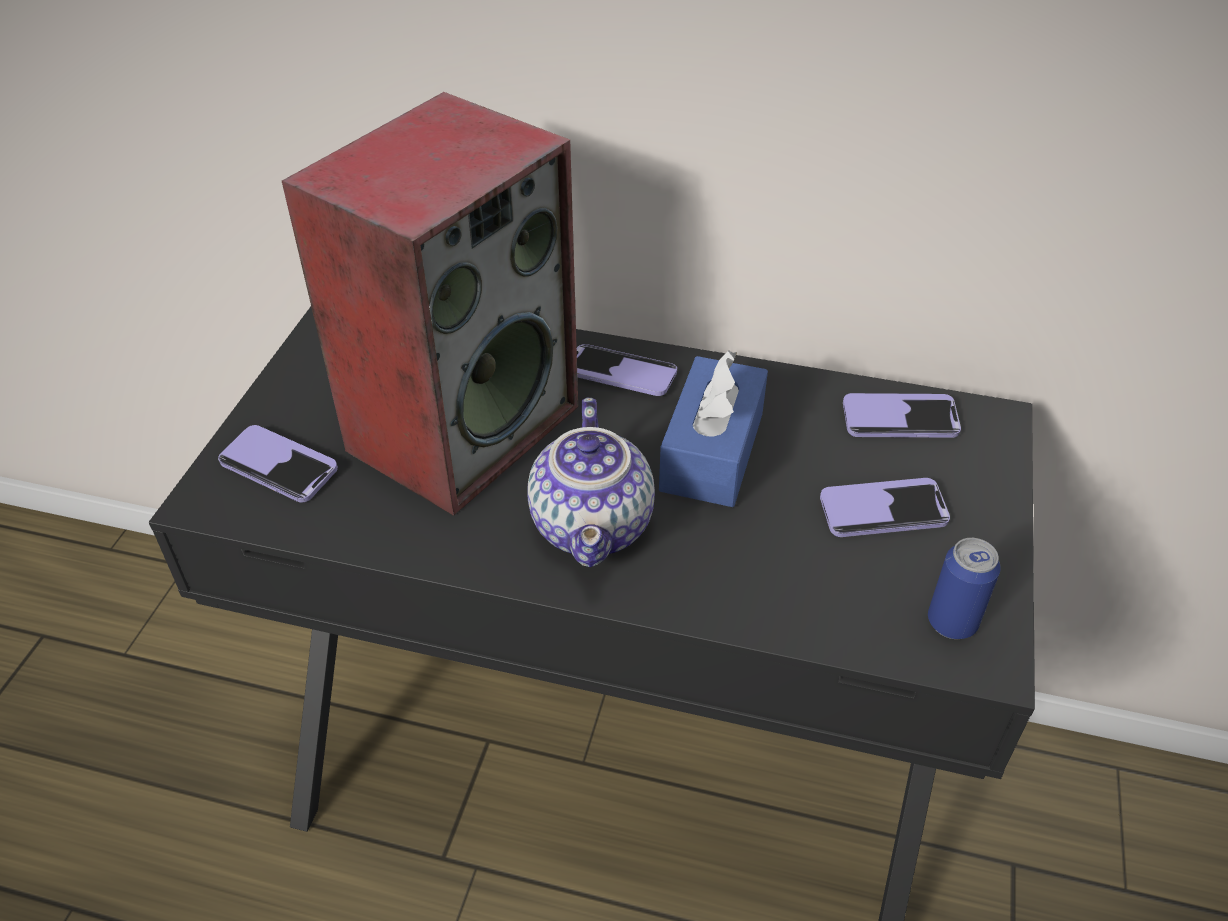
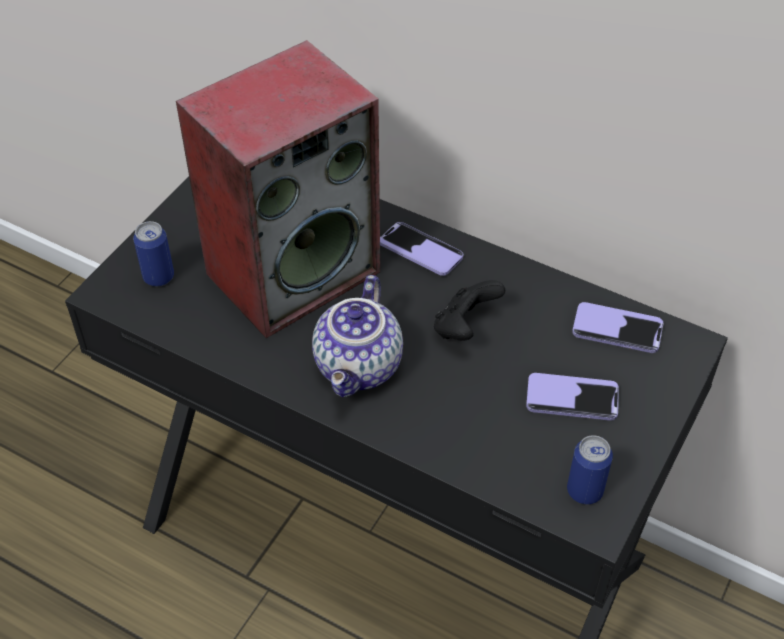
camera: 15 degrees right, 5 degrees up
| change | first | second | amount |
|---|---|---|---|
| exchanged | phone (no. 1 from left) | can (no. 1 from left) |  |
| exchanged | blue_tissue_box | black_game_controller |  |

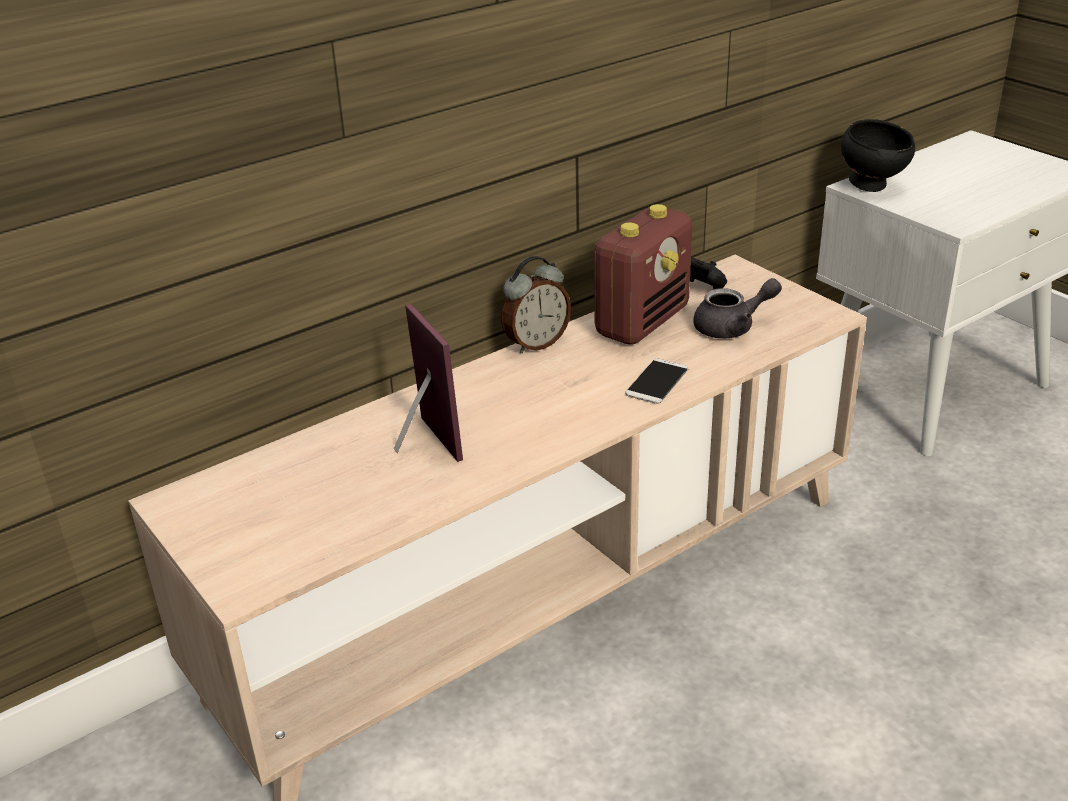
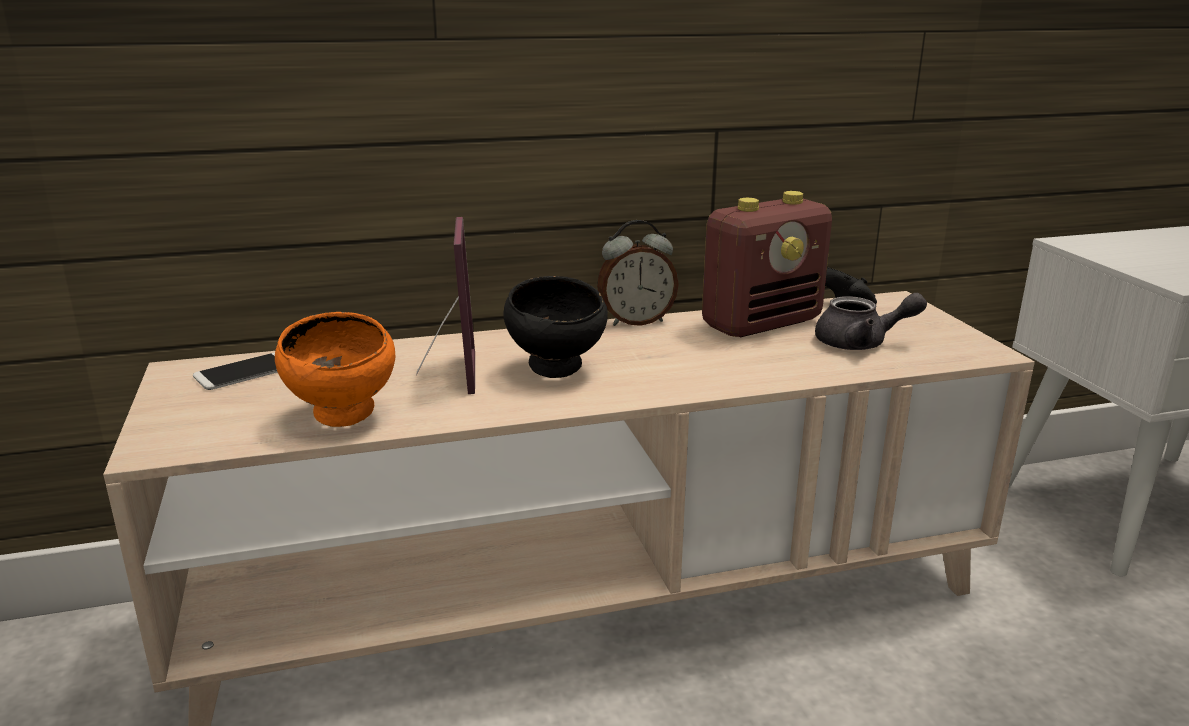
camera: 20 degrees right, 10 degrees down
| change | first | second | amount |
|---|---|---|---|
| relocated | phone |  |  |
| relocated | black_deep_dish |  |  |
| appeared |  | orange-coloured_deep_dish |  |

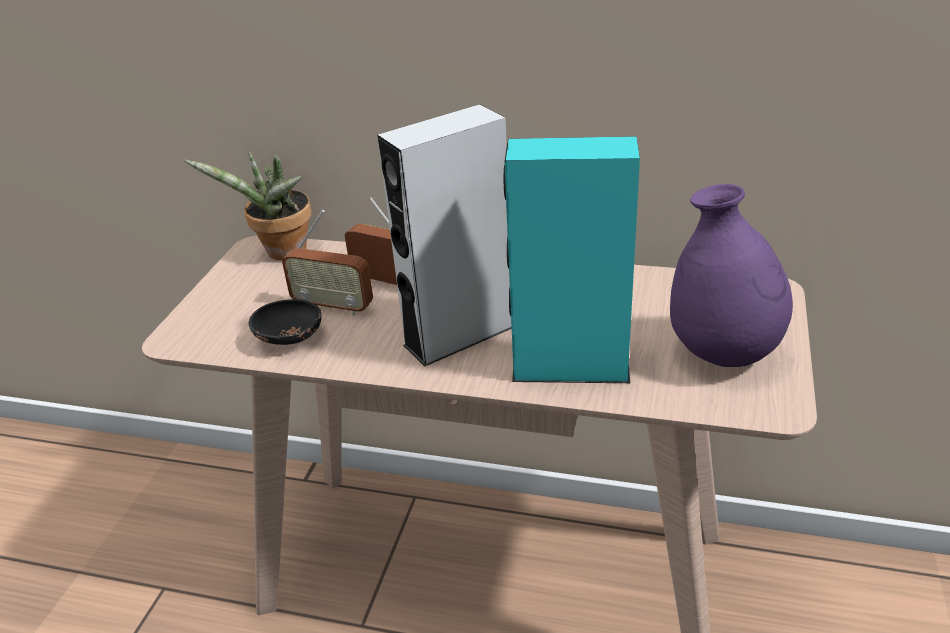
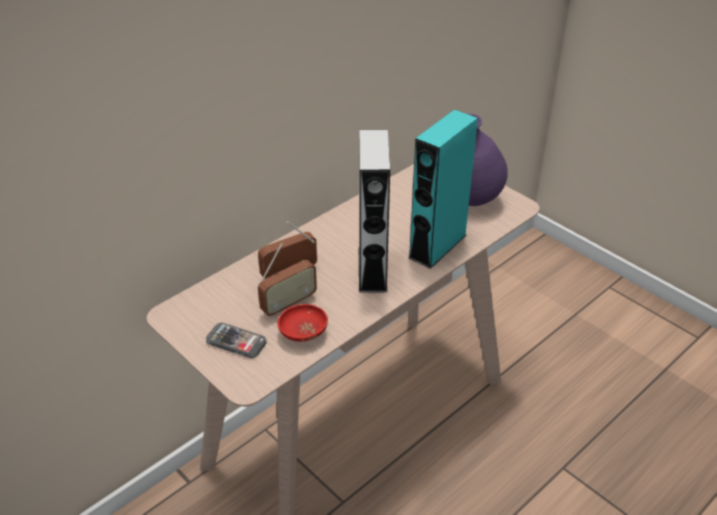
camera: 60 degrees left, 5 degrees up
| change | first | second | amount |
|---|---|---|---|
| missing | plant_in_a_pot |  |  |
| colour | black_deep_dish | red-coloured_deep_dish |  |
| appeared |  | phone |  |

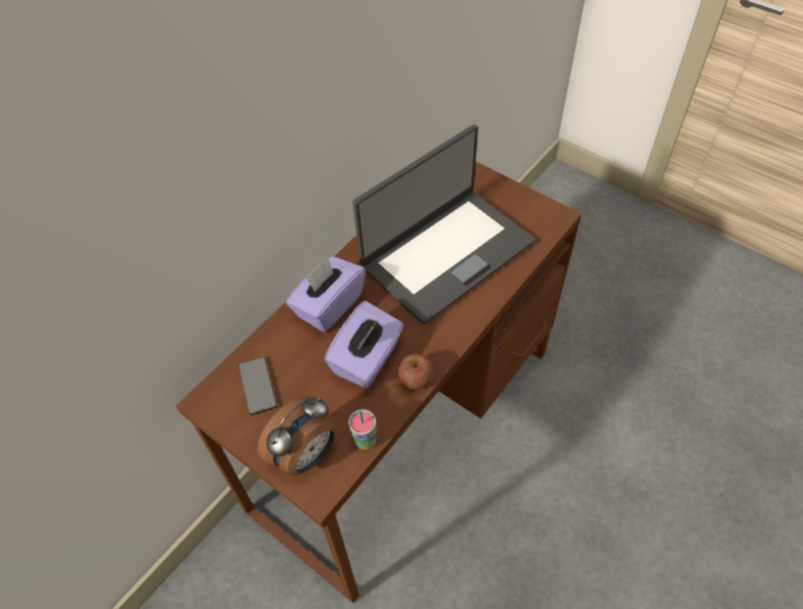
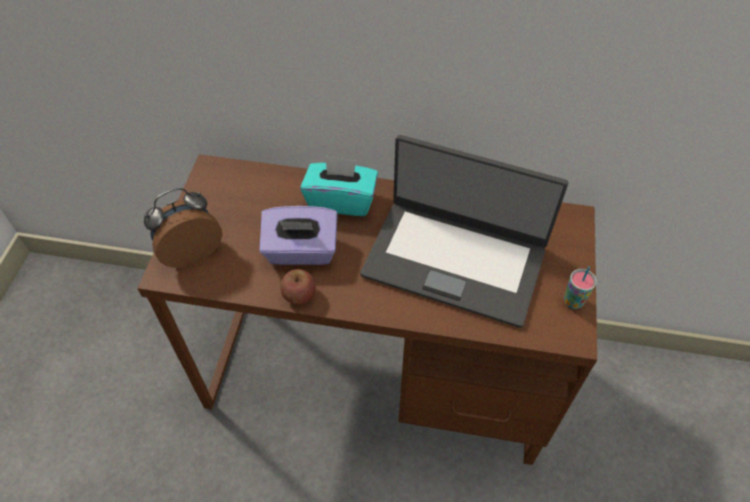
camera: 60 degrees right, 0 degrees up
| change | first | second | amount |
|---|---|---|---|
| missing | phone |  |  |
| spun | bedside_clock |  | 135 degrees clockwise |
| colour | purplish_tissue_box (no. 1 from left) | turquoise-coloured_tissue_box |  |
| relocated | small_cup |  |  |

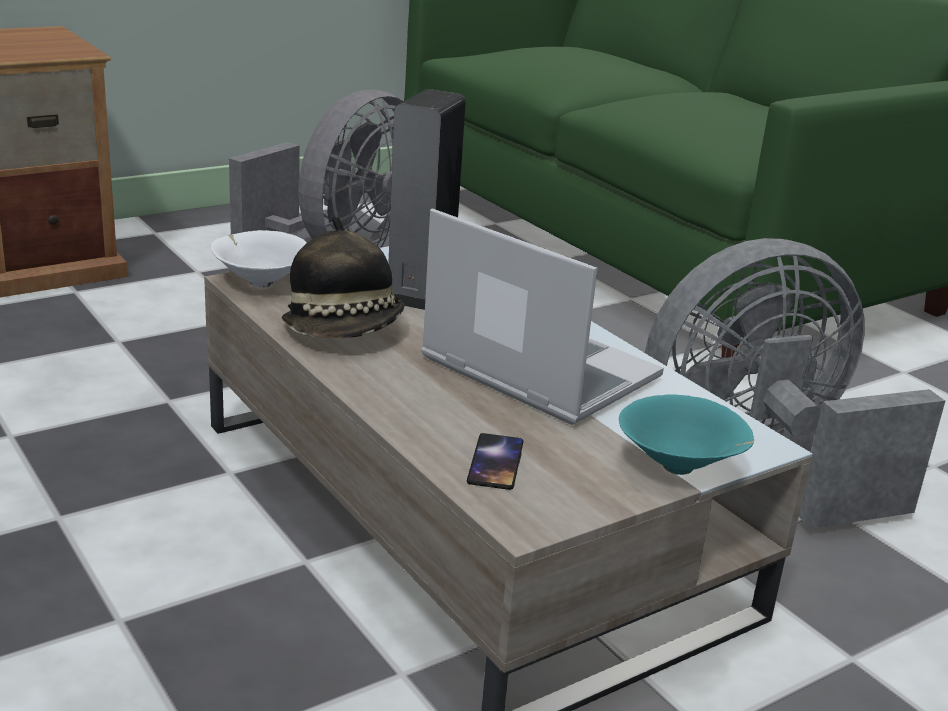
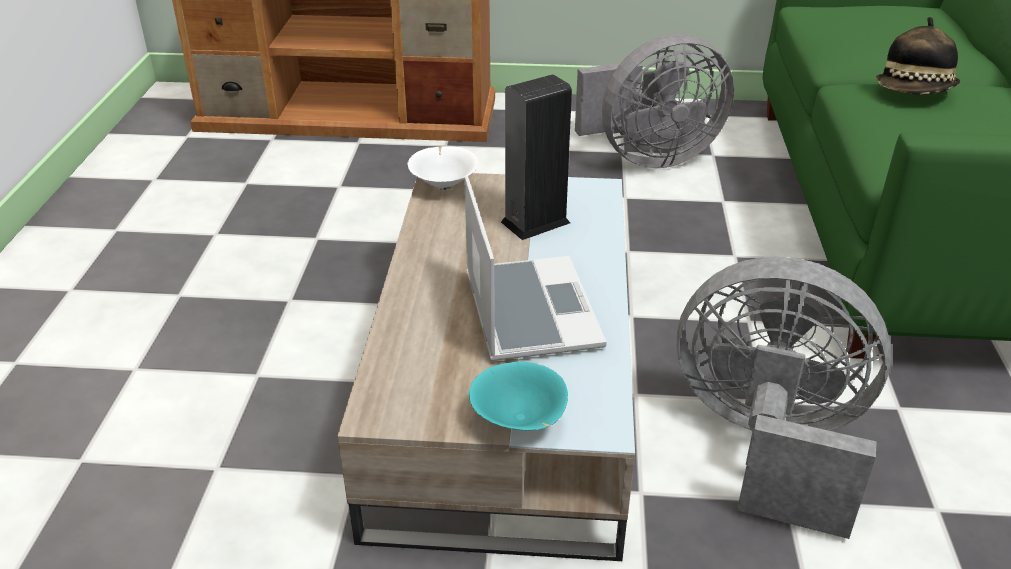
camera: 40 degrees right, 10 degrees up
| change | first | second | amount |
|---|---|---|---|
| relocated | wearable_hat |  |  |
| missing | phone |  |  |

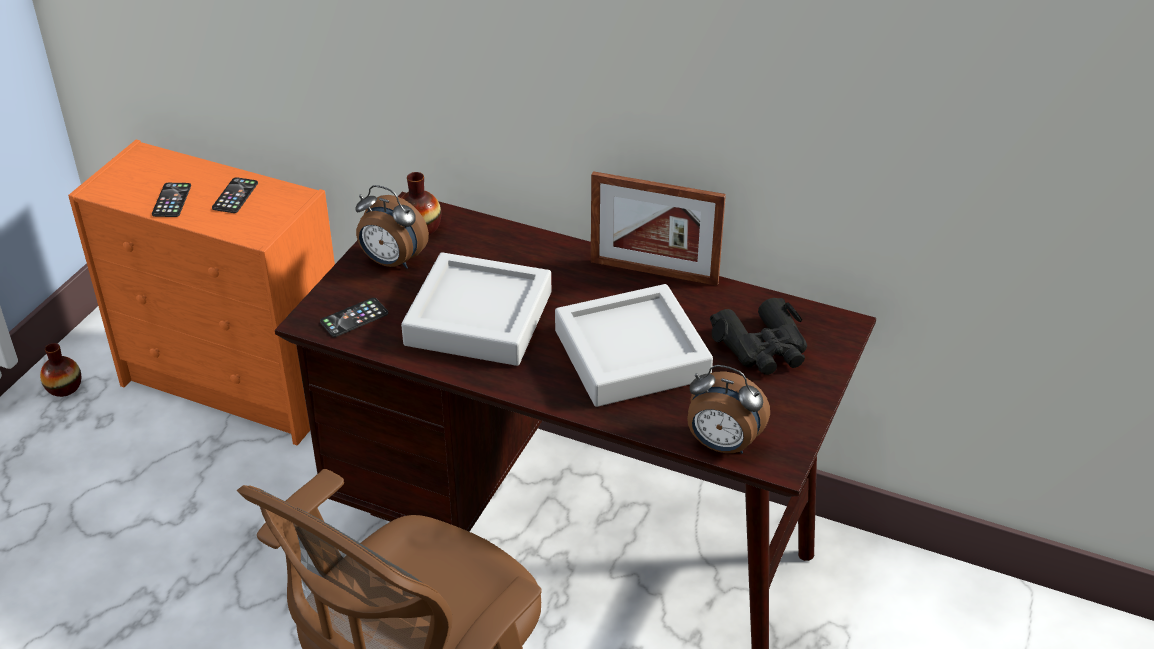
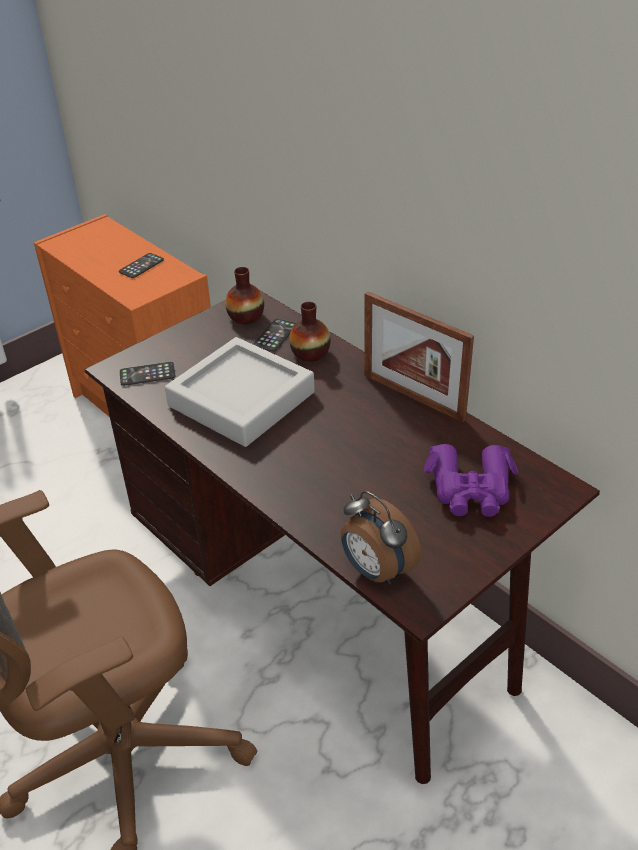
camera: 25 degrees right, 0 degrees up
| change | first | second | amount |
|---|---|---|---|
| relocated | vase (no. 1 from left in the first image) | vase (no. 2 from left) |  |
| relocated | phone (no. 1 from left in the first image) | phone (no. 3 from left) |  |
| missing | bedside_clock (no. 1 from left) |  |  |
| missing | gray_tray (no. 2 from left) |  |  |
| colour | black_binoculars | purplish_binoculars |  |

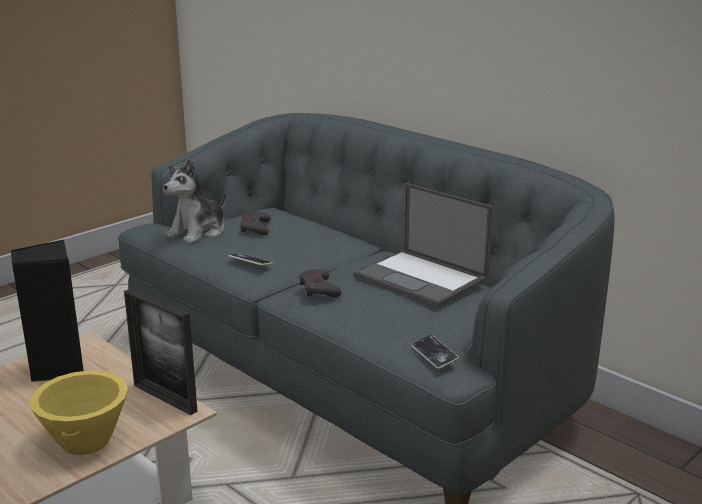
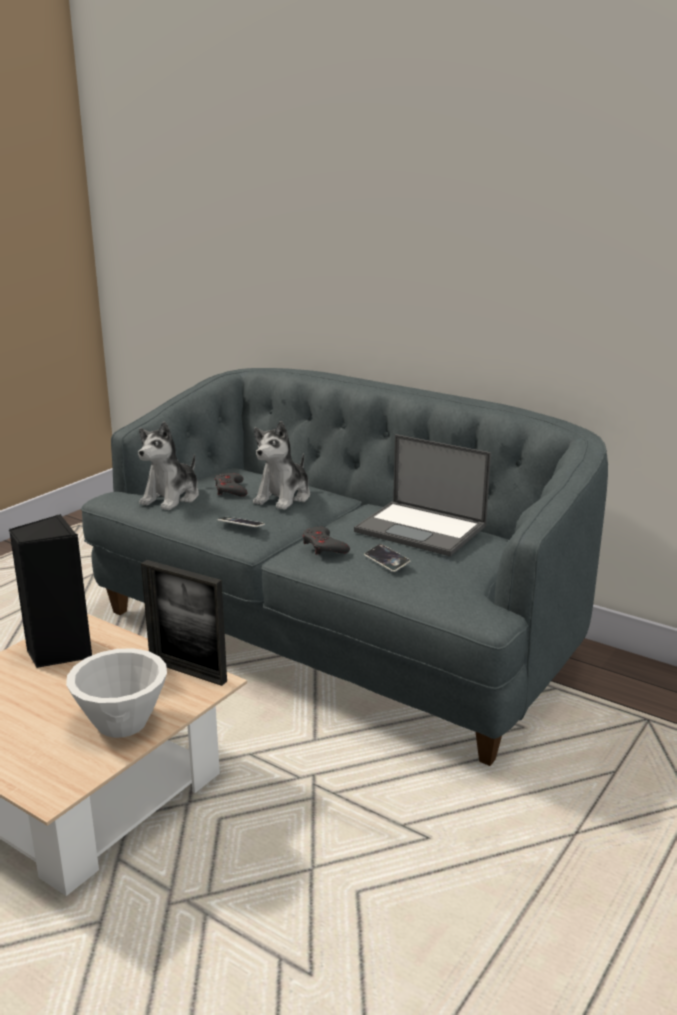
camera: 10 degrees left, 0 degrees up
| change | first | second | amount |
|---|---|---|---|
| colour | yellowish_deep_dish | white-coloured_deep_dish |  |
| relocated | phone (no. 2 from left) |  |  |
| appeared |  | cuddly_toy (no. 2 from left) |  |

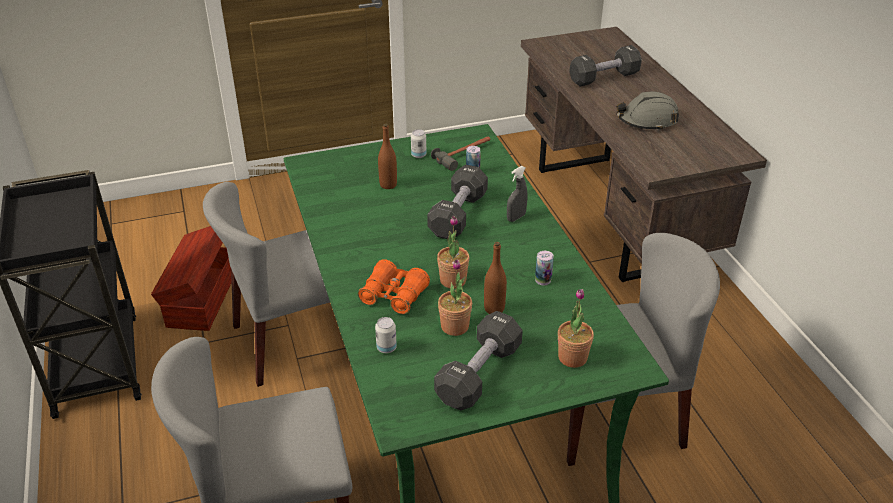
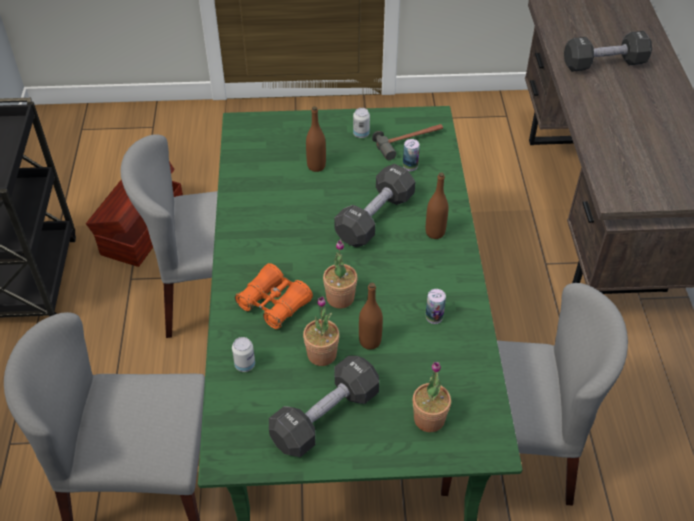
camera: 15 degrees right, 10 degrees up
| change | first | second | amount |
|---|---|---|---|
| exchanged | gray_sprayer | brown-coloured_bottle (no. 3 from left) |  |
| missing | gray_hard_hat |  |  |

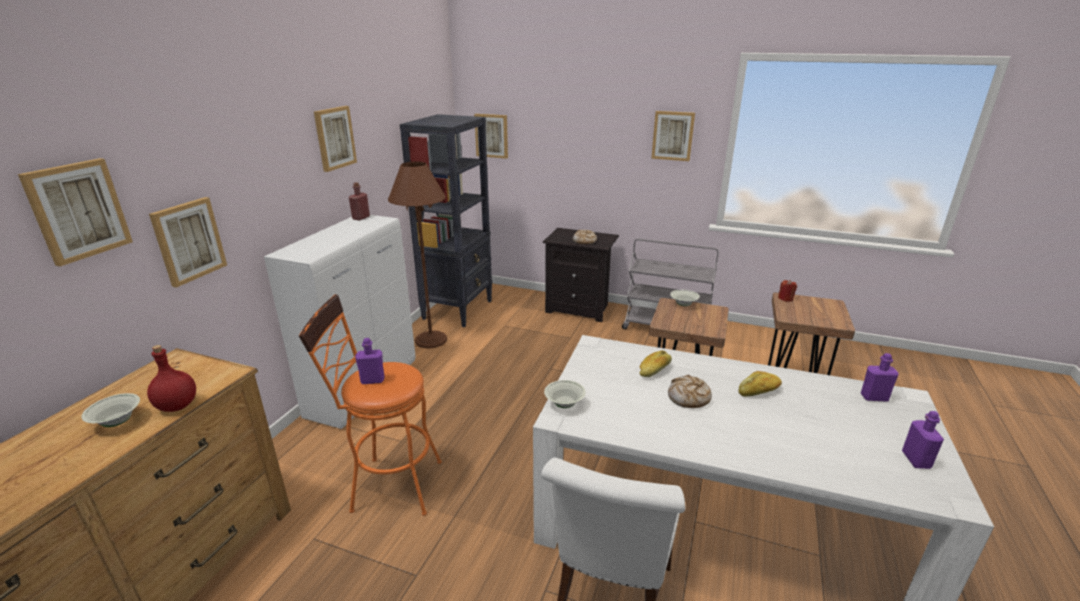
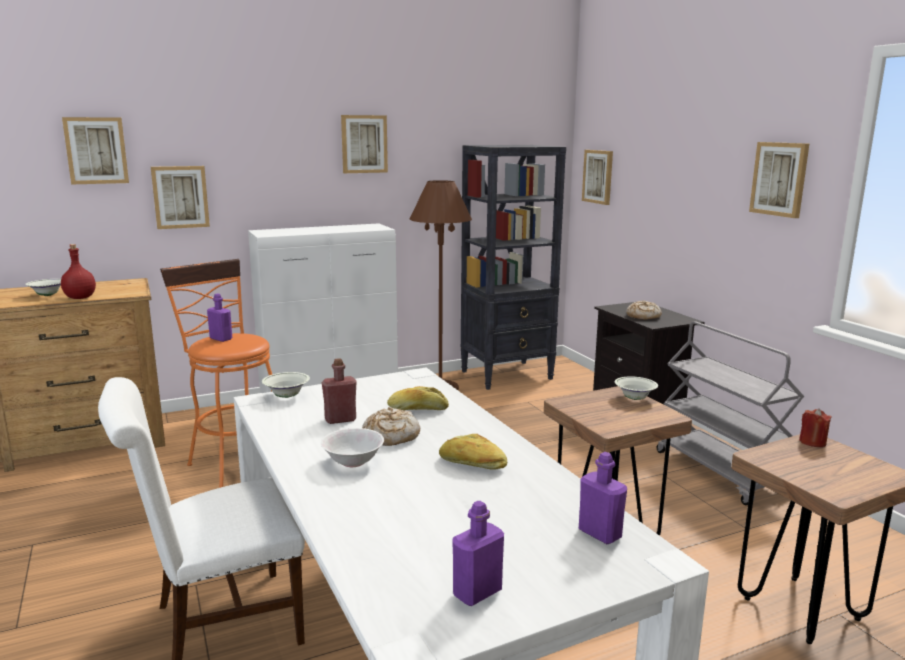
camera: 45 degrees right, 10 degrees down
| change | first | second | amount |
|---|---|---|---|
| relocated | red-coloured_bottle (no. 2 from left) |  |  |
| appeared |  | white-coloured_deep_dish (no. 3 from left) |  |

